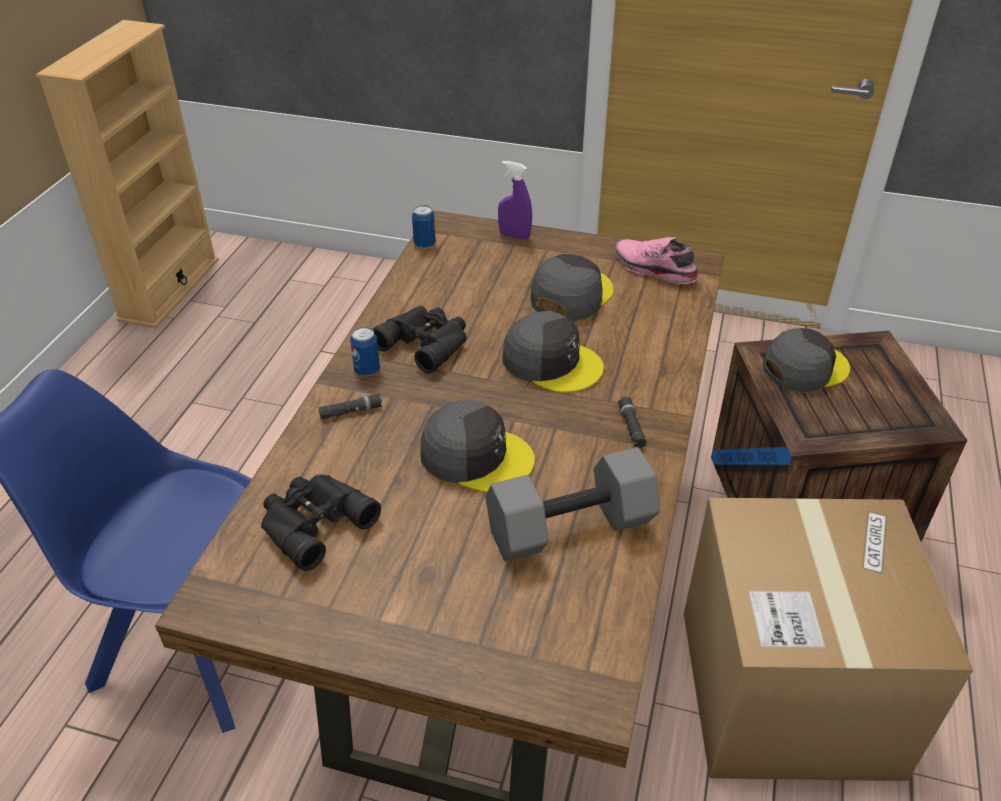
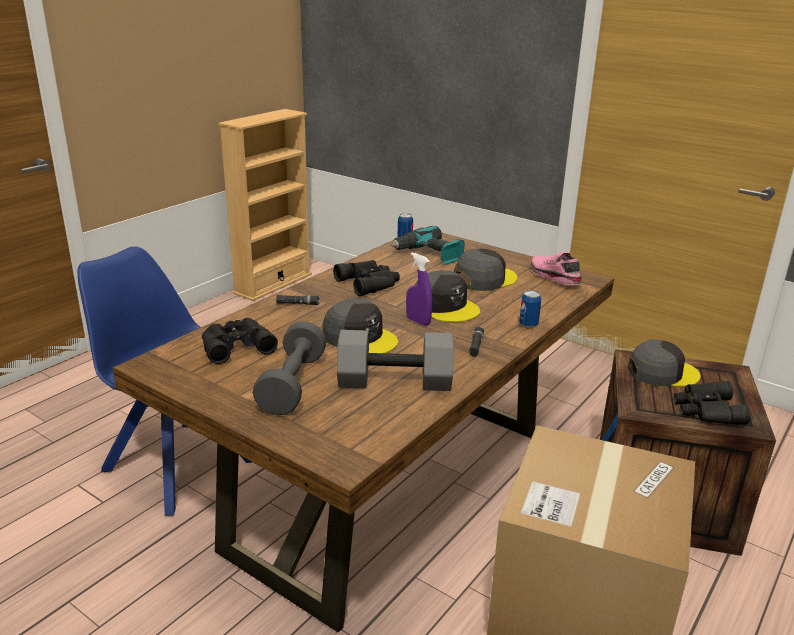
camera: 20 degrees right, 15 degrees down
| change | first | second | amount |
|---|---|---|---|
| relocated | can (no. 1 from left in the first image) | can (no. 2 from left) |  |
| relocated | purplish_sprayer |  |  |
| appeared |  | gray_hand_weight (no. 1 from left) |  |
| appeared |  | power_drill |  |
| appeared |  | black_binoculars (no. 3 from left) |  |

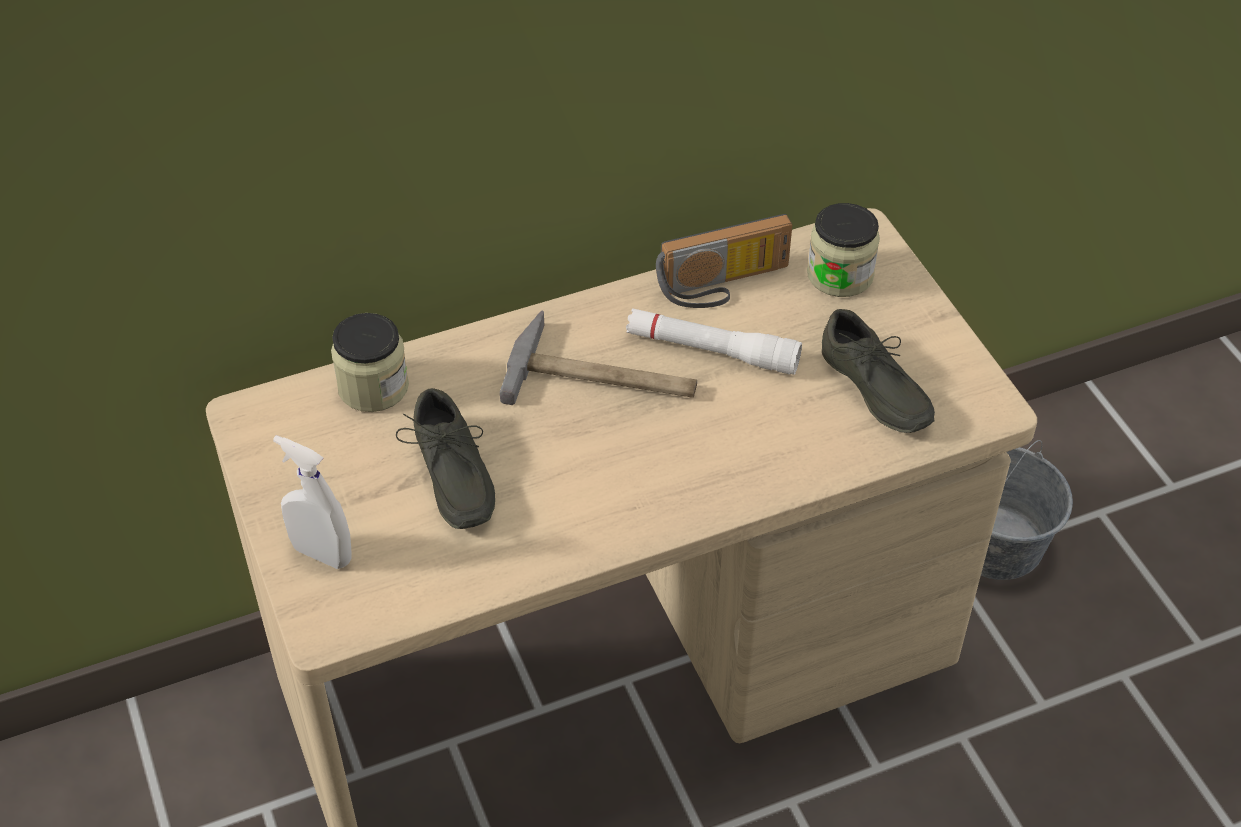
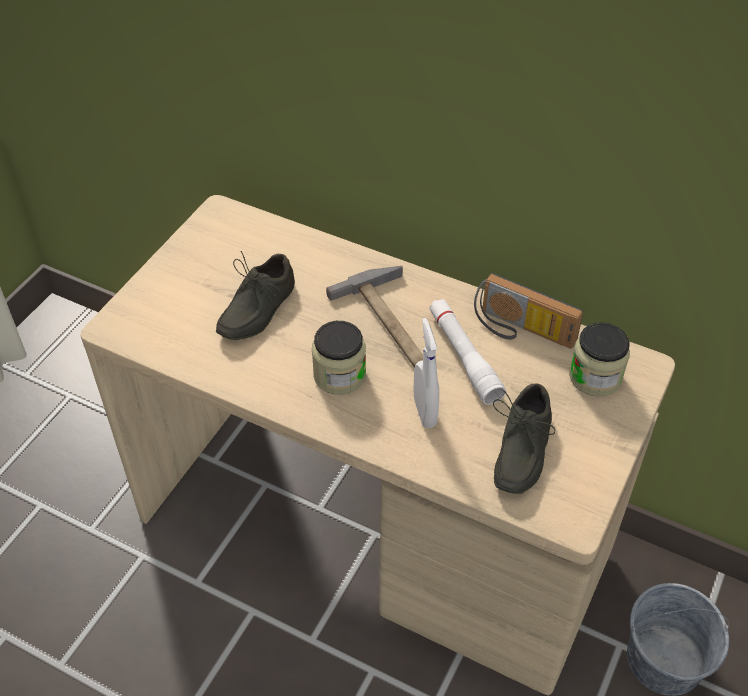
camera: 50 degrees right, 0 degrees up
| change | first | second | amount |
|---|---|---|---|
| relocated | white-coloured_sprayer |  |  |
| relocated | jar (no. 1 from left) |  |  |

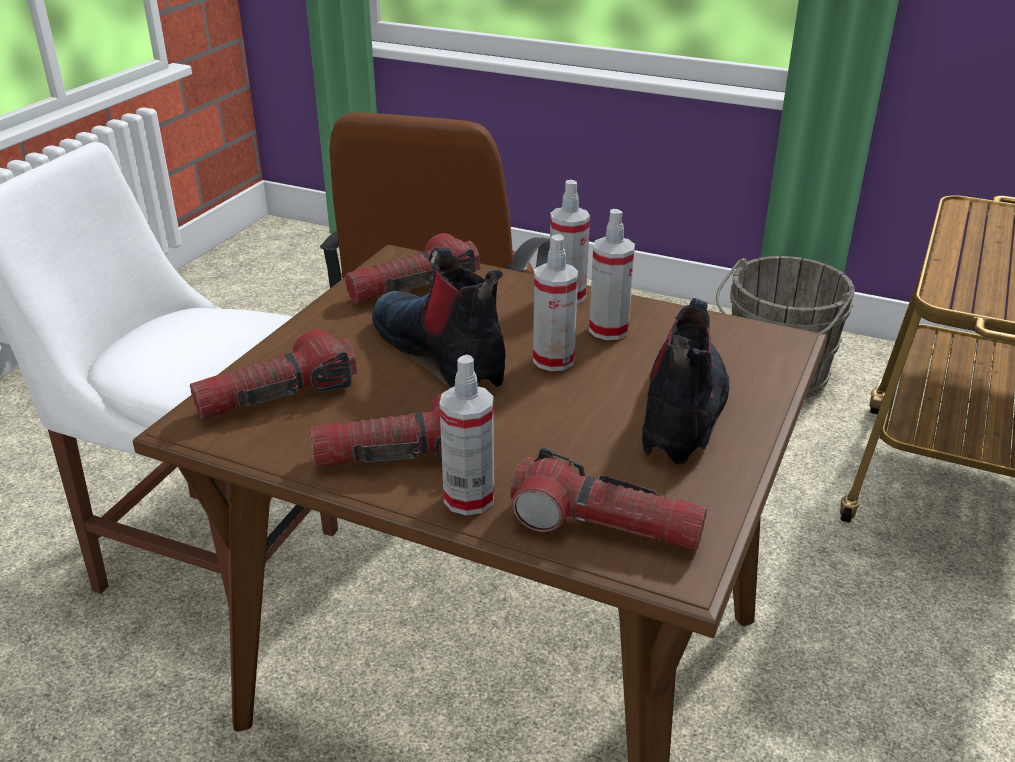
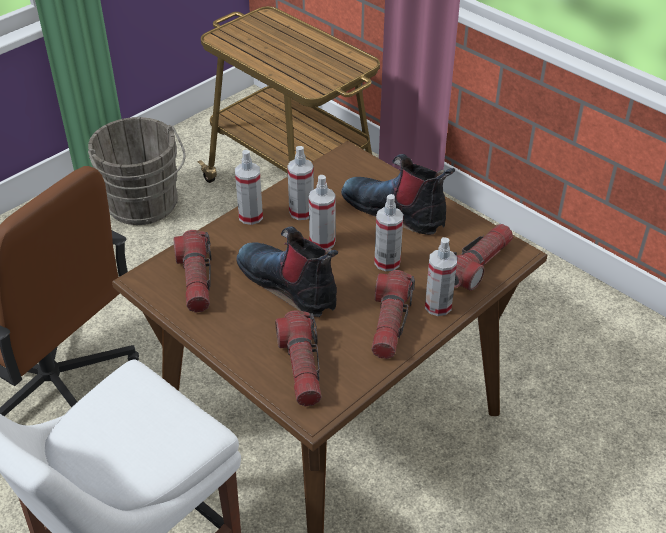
camera: 70 degrees left, 10 degrees up
| change | first | second | amount |
|---|---|---|---|
| spun | tall_boot (no. 1 from left) |  | 60 degrees clockwise |
| appeared |  | sprayer (no. 4 from left) |  |

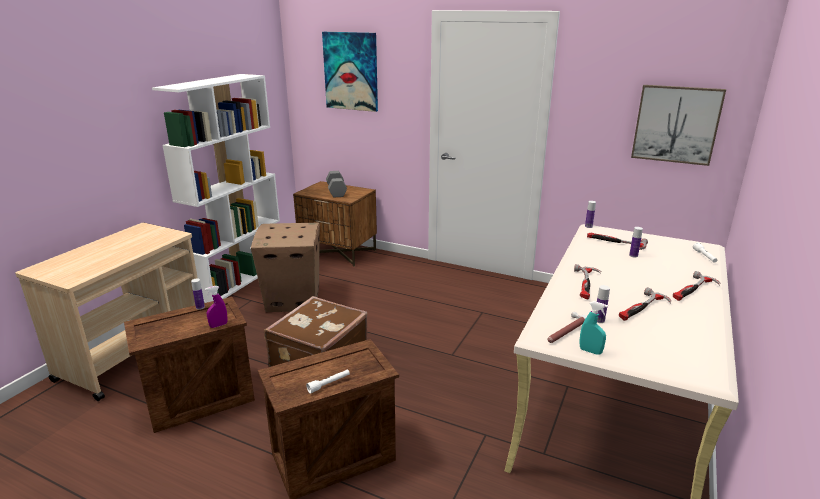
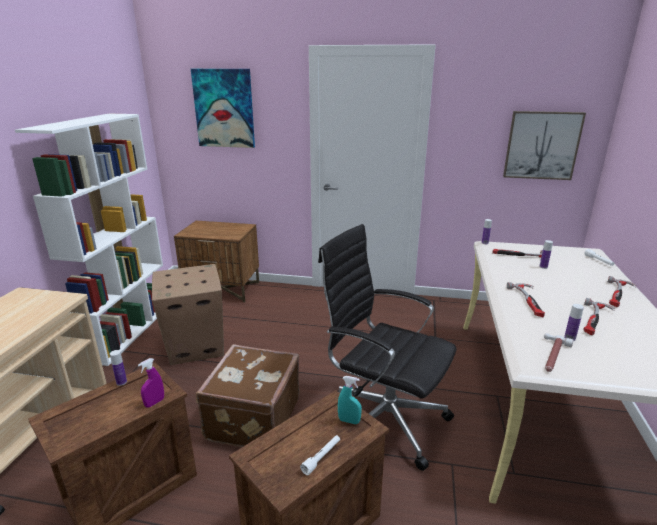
camera: 15 degrees left, 0 degrees up
| change | first | second | amount |
|---|---|---|---|
| missing | gray_hand_weight |  |  |
| relocated | turquoise-coloured_sprayer |  |  |
| appeared |  | black_desk_chair |  |

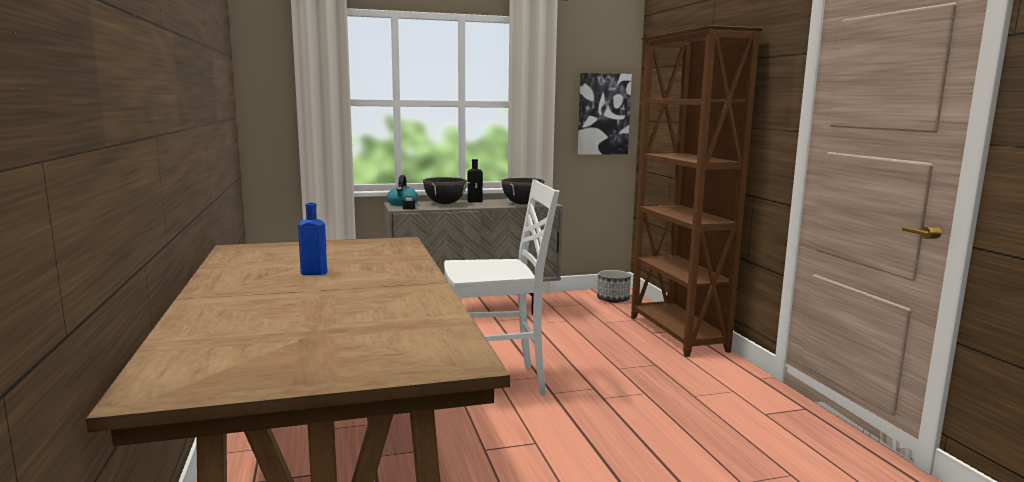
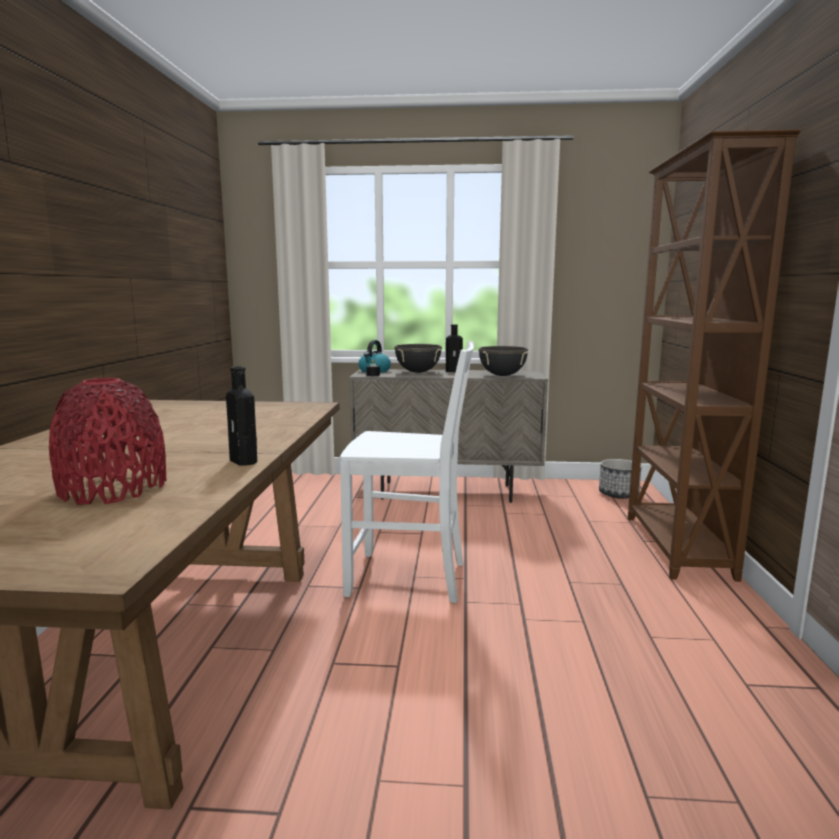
camera: 20 degrees right, 0 degrees up
| change | first | second | amount |
|---|---|---|---|
| missing | blue_bottle |  |  |
| missing | wall_art |  |  |
| appeared |  | red-coloured_vase |  |
| appeared |  | black_bottle (no. 1 from left) |  |

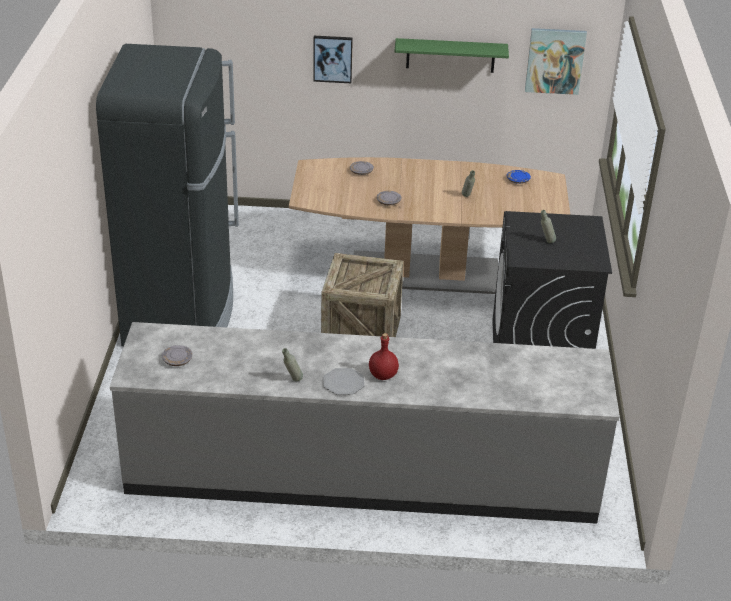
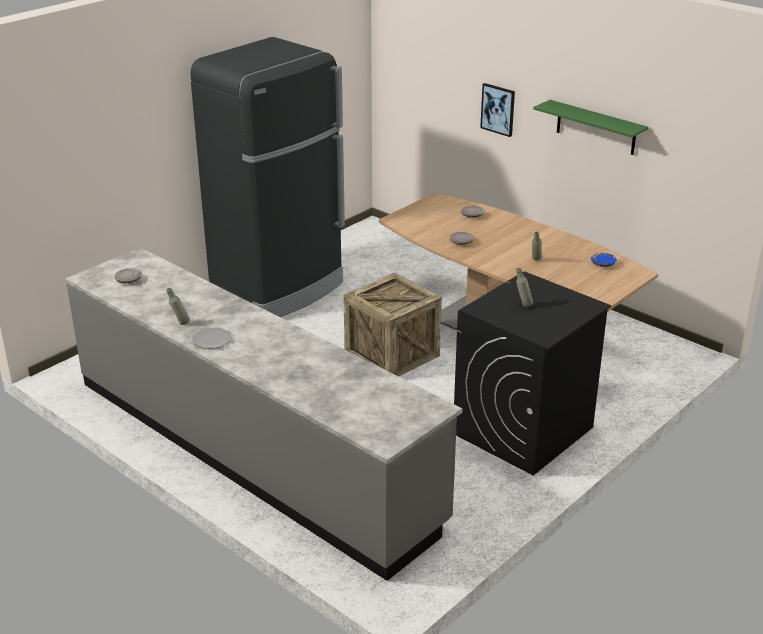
camera: 40 degrees right, 5 degrees down
| change | first | second | amount |
|---|---|---|---|
| missing | red-coloured_bottle |  |  |
| missing | wall_art (no. 2 from left) |  |  |

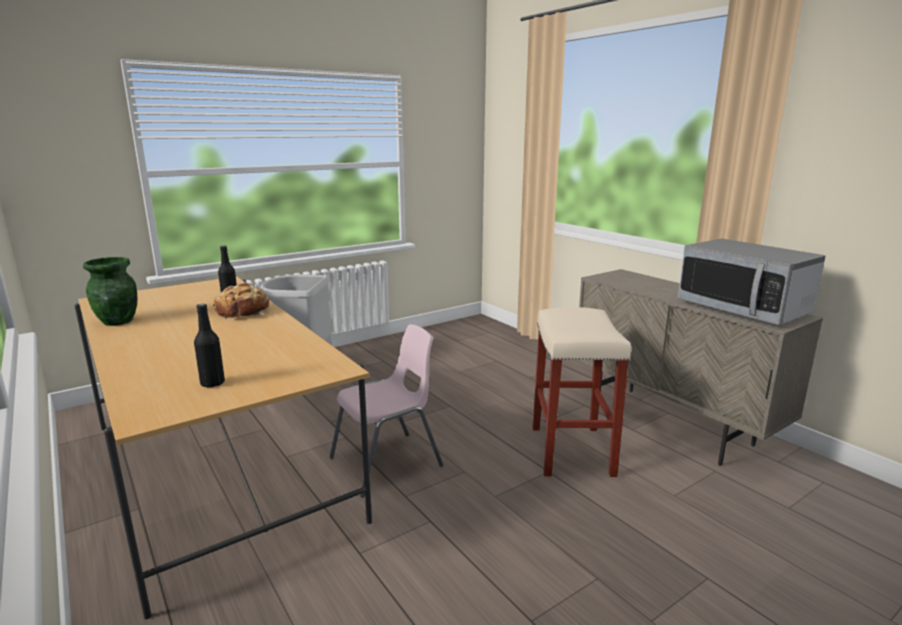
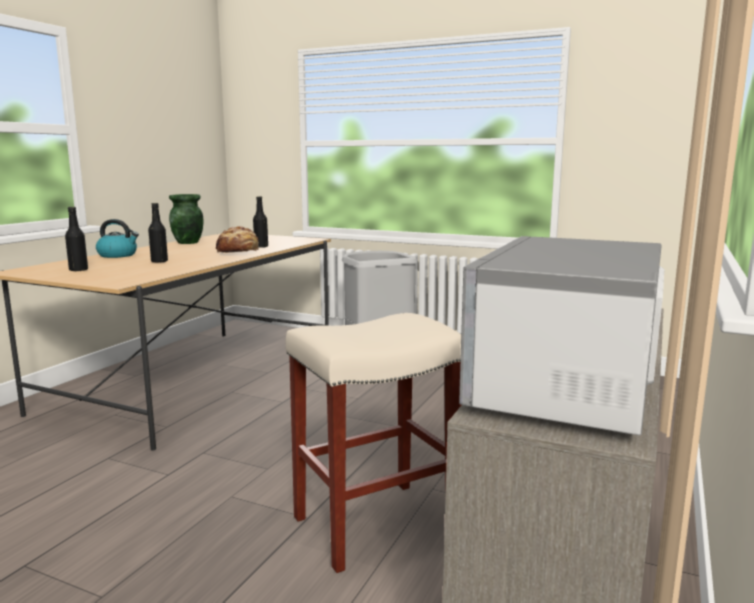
camera: 60 degrees right, 5 degrees down
| change | first | second | amount |
|---|---|---|---|
| missing | pink-coloured_upright_chair |  |  |
| appeared |  | water_kettle |  |
| appeared |  | black_bottle (no. 2 from left) |  |

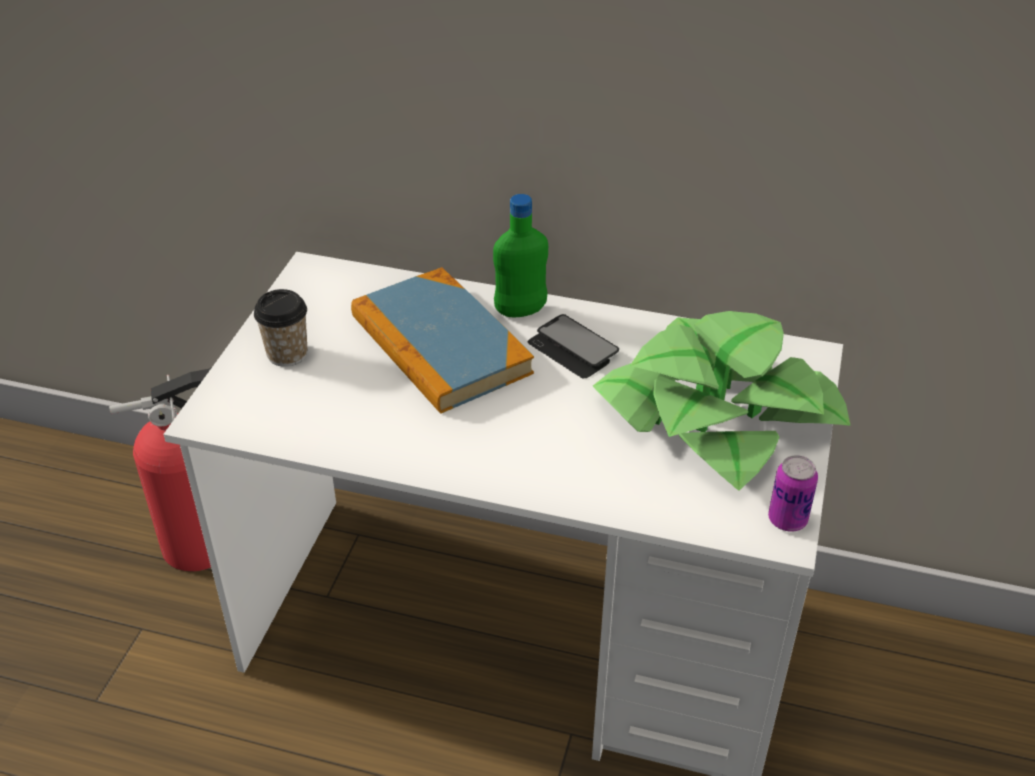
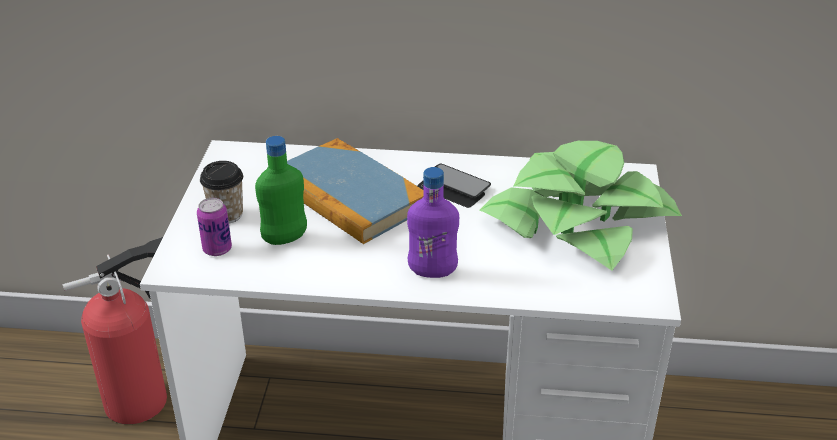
camera: 10 degrees left, 5 degrees down
| change | first | second | amount |
|---|---|---|---|
| relocated | green_bottle |  |  |
| relocated | can |  |  |
| appeared |  | purplish_bottle |  |

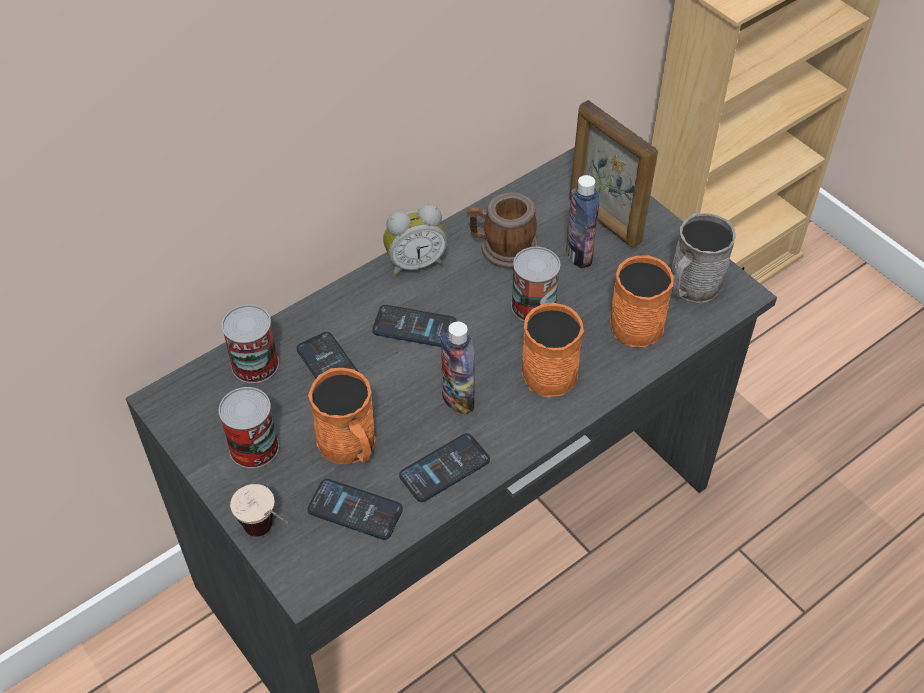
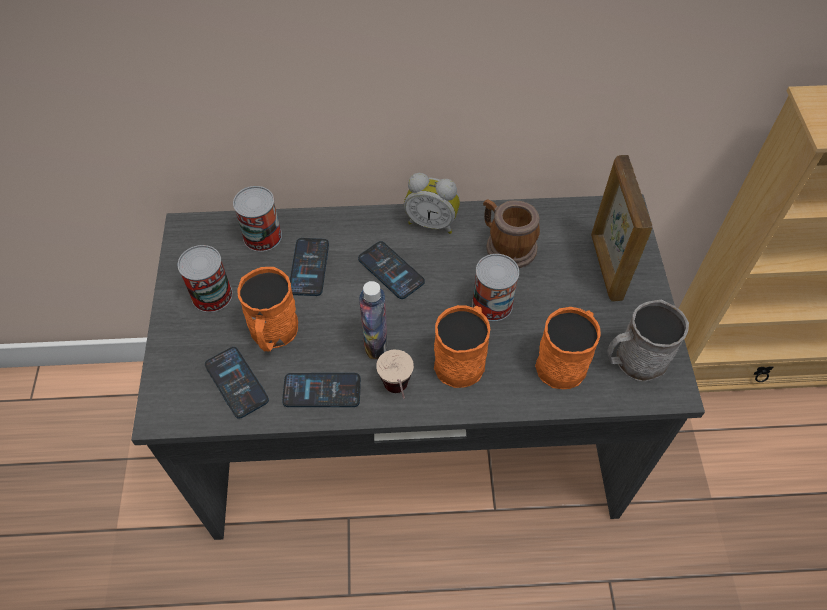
camera: 35 degrees right, 5 degrees up
| change | first | second | amount |
|---|---|---|---|
| relocated | small_cup |  |  |
| missing | bottle (no. 2 from left) |  |  |

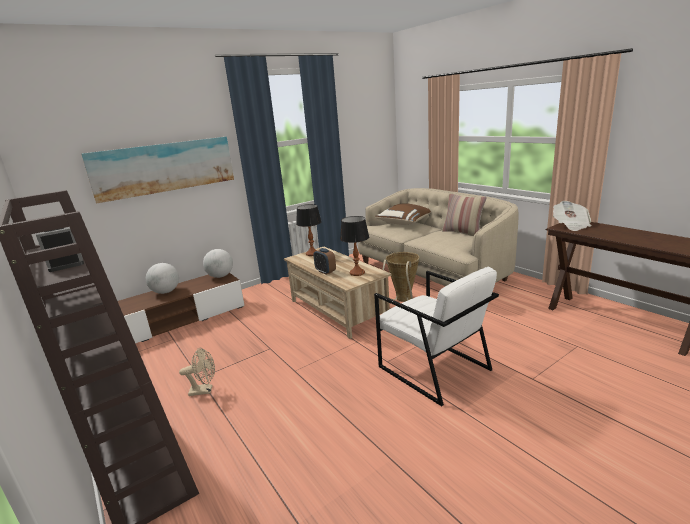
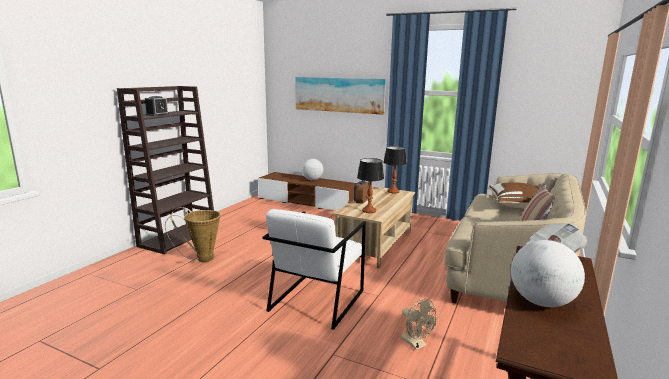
camera: 60 degrees right, 5 degrees down
| change | first | second | amount |
|---|---|---|---|
| relocated | beige_fan |  |  |
| relocated | globe (no. 2 from left) |  |  |
| relocated | household_basket |  |  |

